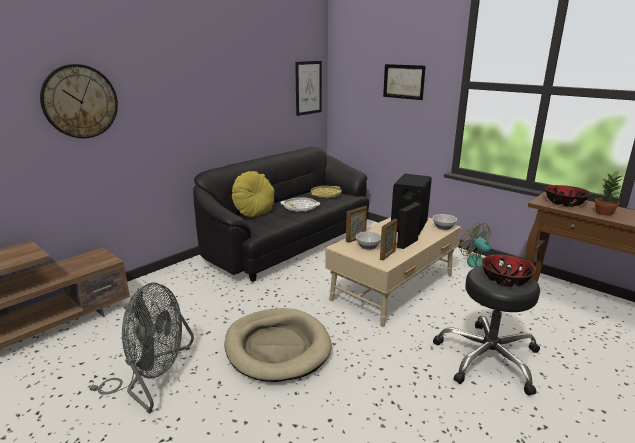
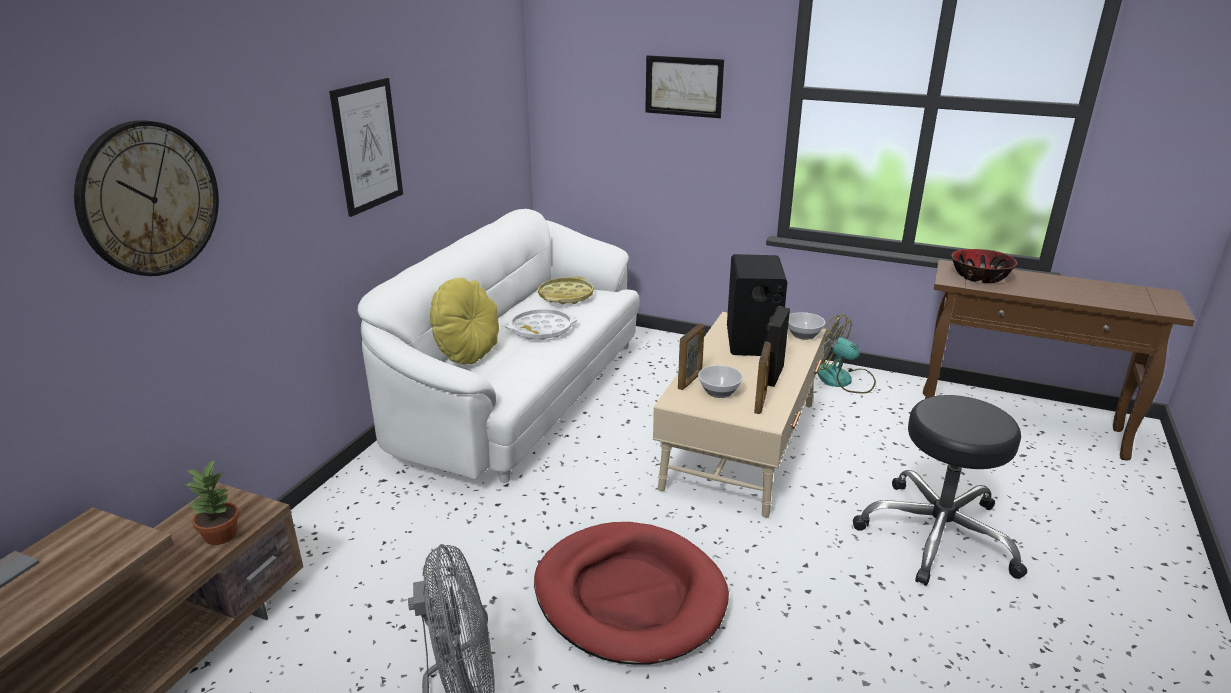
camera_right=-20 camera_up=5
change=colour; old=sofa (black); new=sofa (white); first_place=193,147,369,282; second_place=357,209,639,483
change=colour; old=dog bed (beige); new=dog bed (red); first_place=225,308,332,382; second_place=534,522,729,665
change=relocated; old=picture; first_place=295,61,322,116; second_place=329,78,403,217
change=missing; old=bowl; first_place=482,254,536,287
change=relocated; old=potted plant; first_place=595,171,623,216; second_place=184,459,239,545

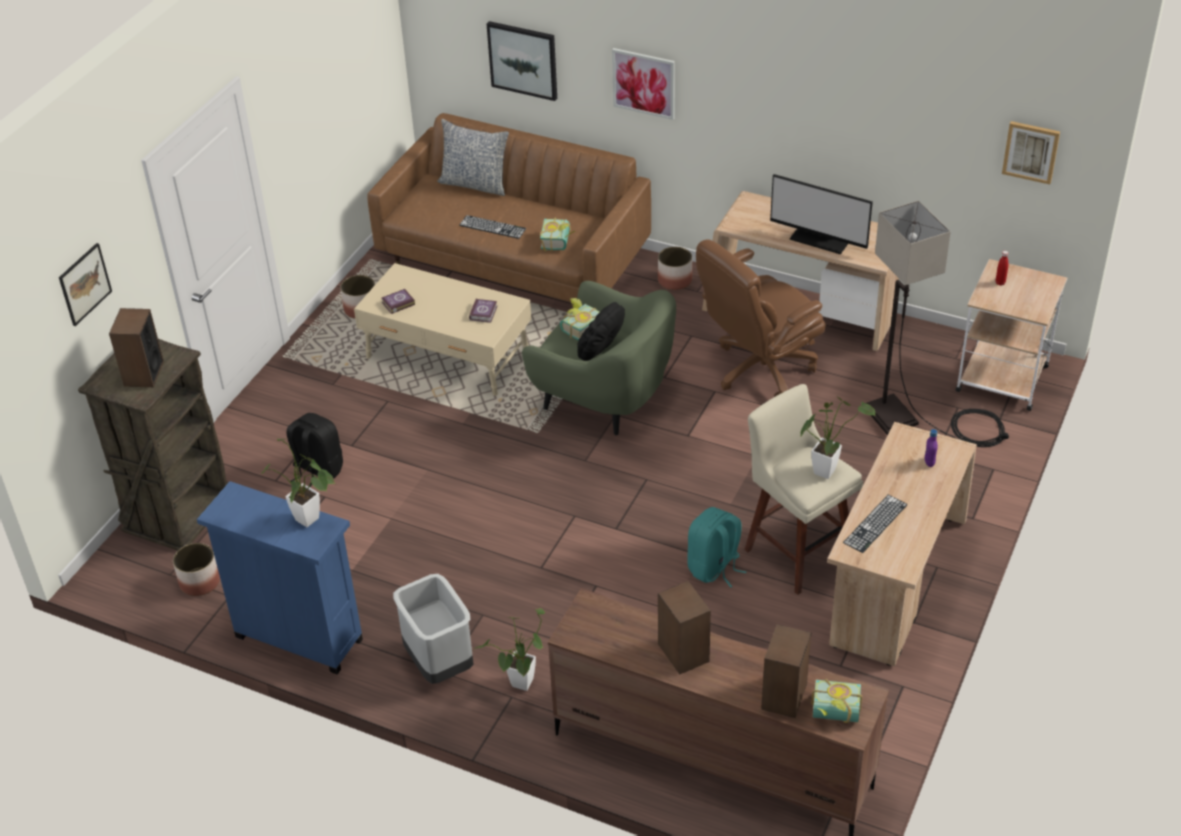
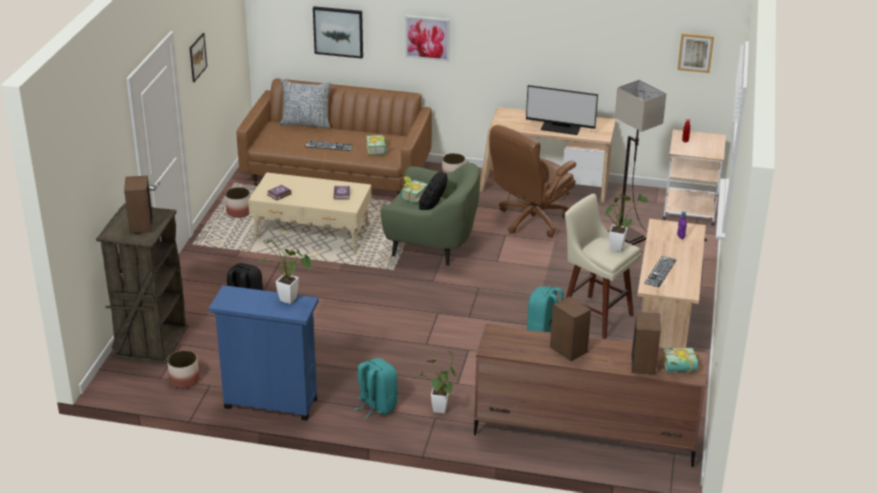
camera_right=-15 camera_up=-10
change=relocated; old=picture; first_place=59,243,112,326; second_place=190,33,207,82
change=exchanged; old=trash can (grey); new=backpack (turquoise); first_place=393,574,474,684; second_place=354,358,398,419

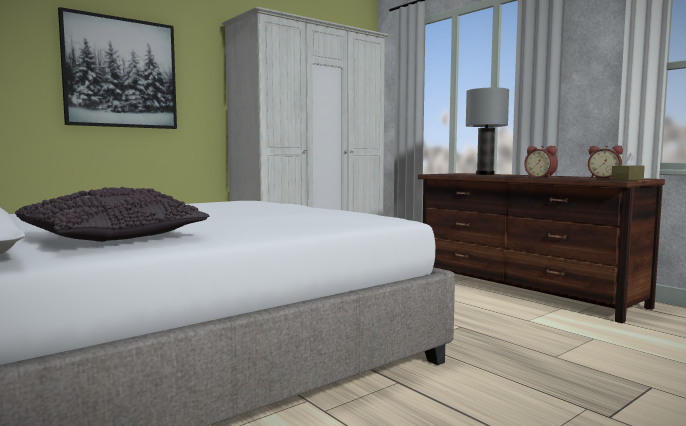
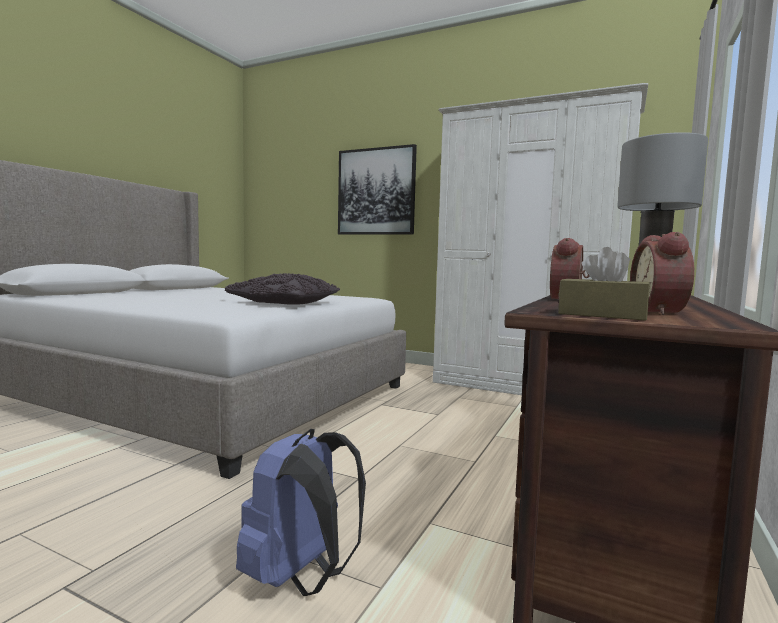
camera_right=65 camera_up=0
change=relocated; old=pillow (black); first_place=15,187,210,242; second_place=225,273,340,305
change=appeared; new=backpack (blue); second_place=236,429,366,596

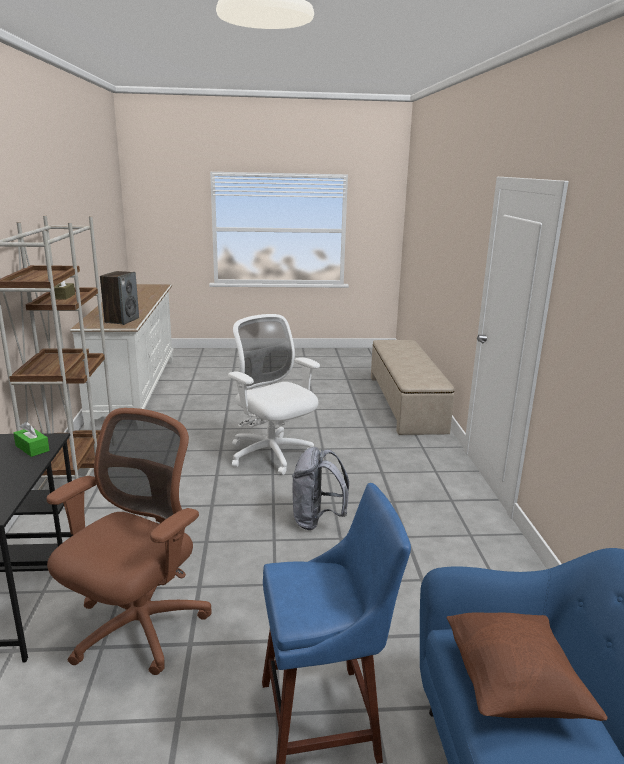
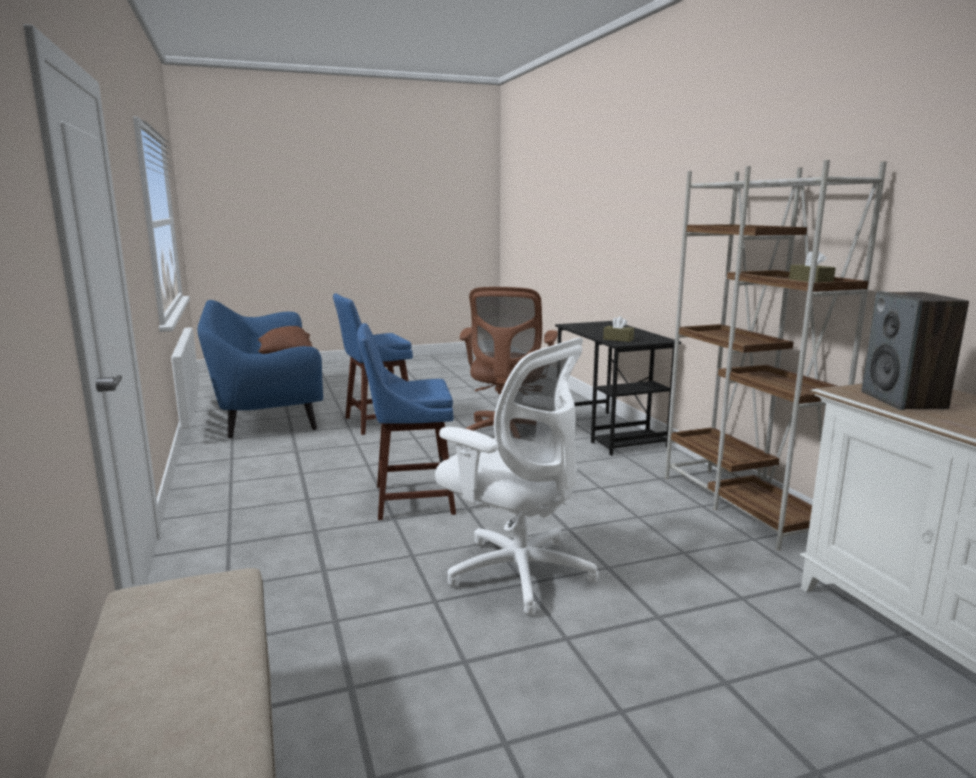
camera_right=165 camera_up=-5
change=colour; old=tissue box (green); new=tissue box (brown); first_place=14,421,50,457; second_place=603,316,634,342
change=exchanged; old=backpack (grey); new=chair (blue); first_place=292,447,349,530; second_place=357,323,456,520

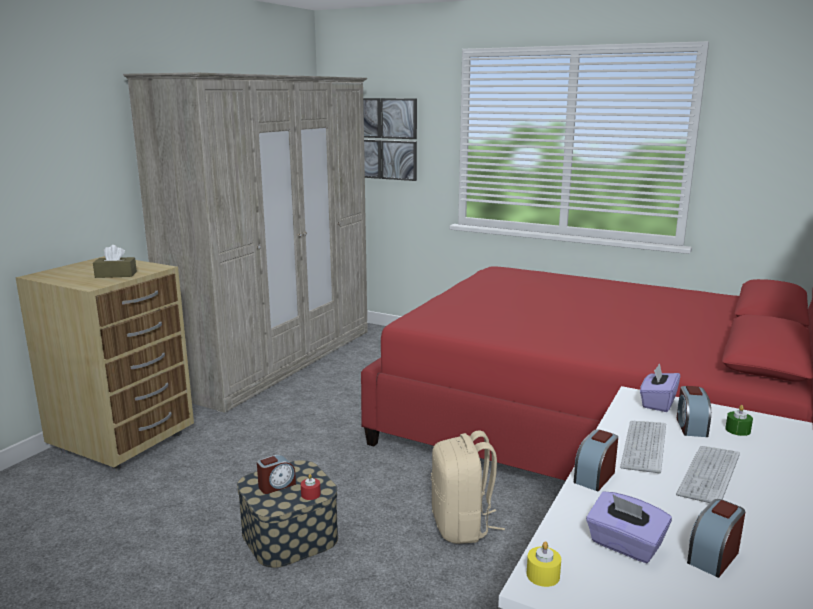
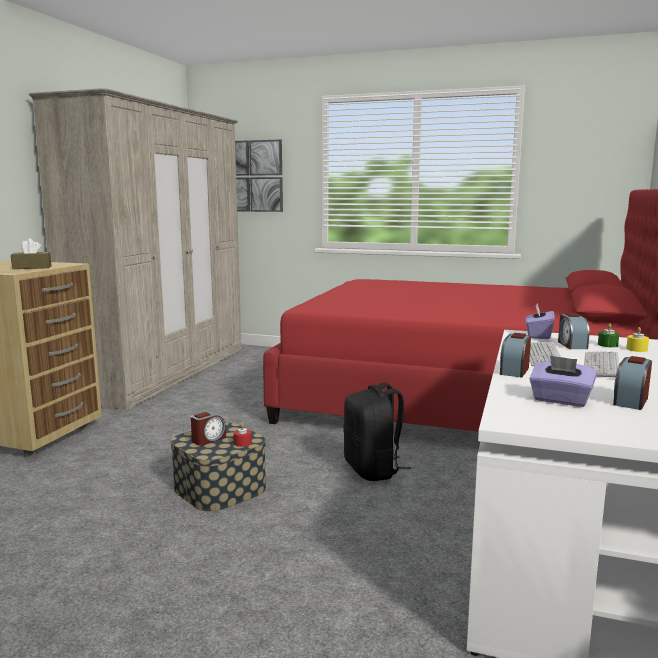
camera_right=-10 camera_up=-5
change=colour; old=backpack (beige); new=backpack (black); first_place=431,431,505,544; second_place=343,382,411,481
change=relocated; old=candle (yellow); first_place=527,541,561,587; second_place=626,327,649,352

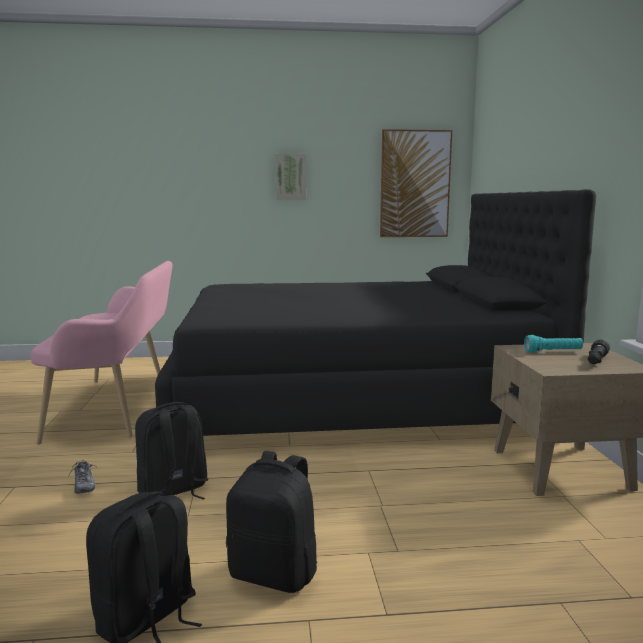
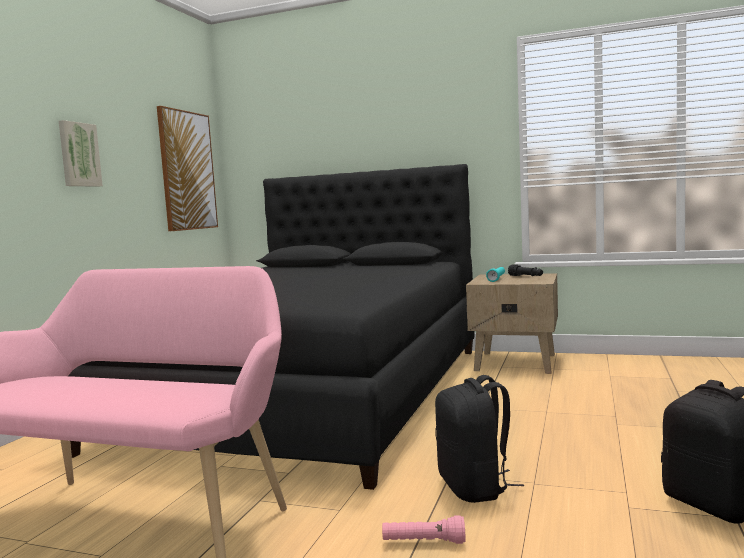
camera_right=-65 camera_up=-5
change=exchanged; old=shoe; new=flashlight (pink); first_place=69,460,96,494; second_place=382,515,466,544
change=missing; old=backpack (black); first_place=226,451,317,593

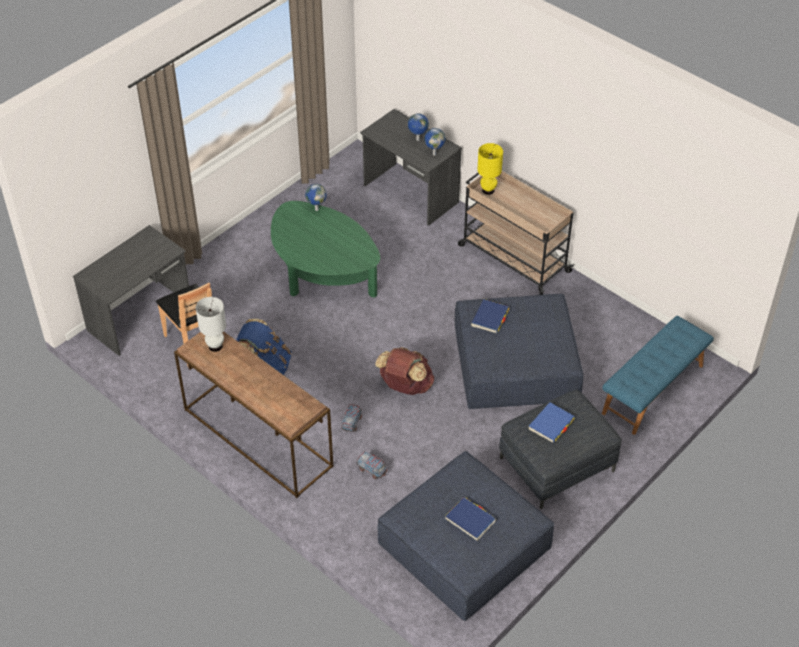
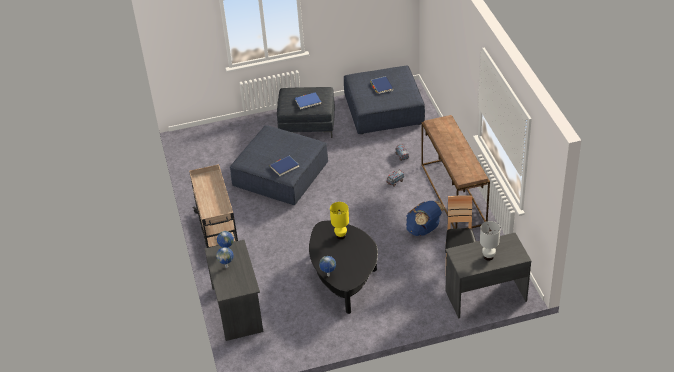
camera_right=-145 camera_up=-5
change=relocated; old=table lamp (white); first_place=196,297,226,352; second_place=480,221,500,261
change=colour; old=coffee table (green); new=coffee table (black); first_place=271,201,380,298; second_place=309,221,378,314
change=missing; old=backpack (brown); first_place=375,347,434,395
change=relocated; old=table lamp (yellow); first_place=477,143,503,195; second_place=330,202,349,239
change=missing; old=bench (blue); first_place=602,316,714,435

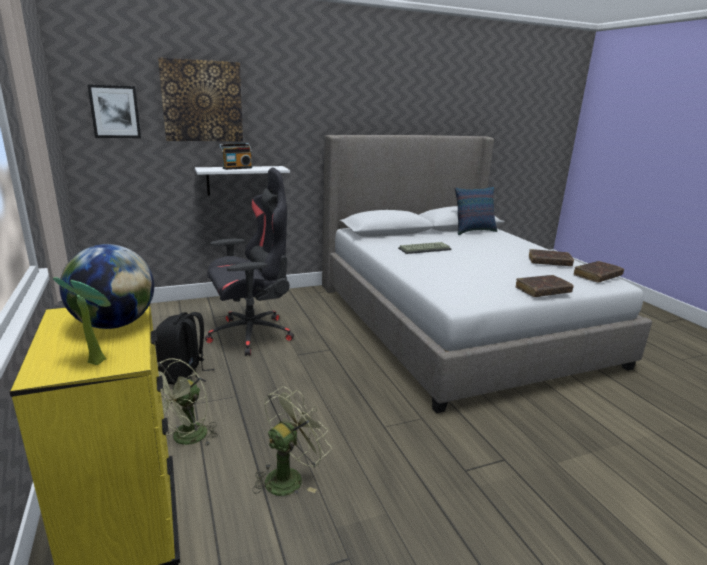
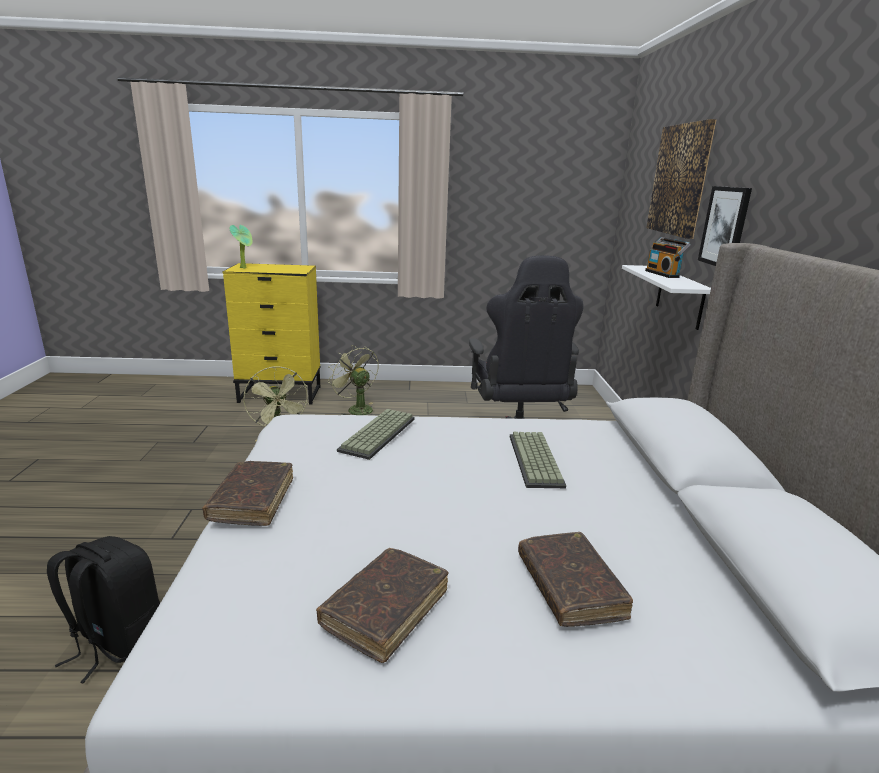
camera_right=110 camera_up=0
change=missing; old=globe; first_place=59,244,154,329
change=relocated; old=picture; first_place=87,84,141,138; second_place=698,186,752,266
change=relocated; old=backpack (black); first_place=155,312,214,385; second_place=47,536,160,684
change=missing; old=pillow (blue); first_place=455,187,497,235
change=relocated; old=book (brown); first_place=574,261,624,282; second_place=518,532,633,627
change=appeared; new=keyboard; second_place=337,409,415,460

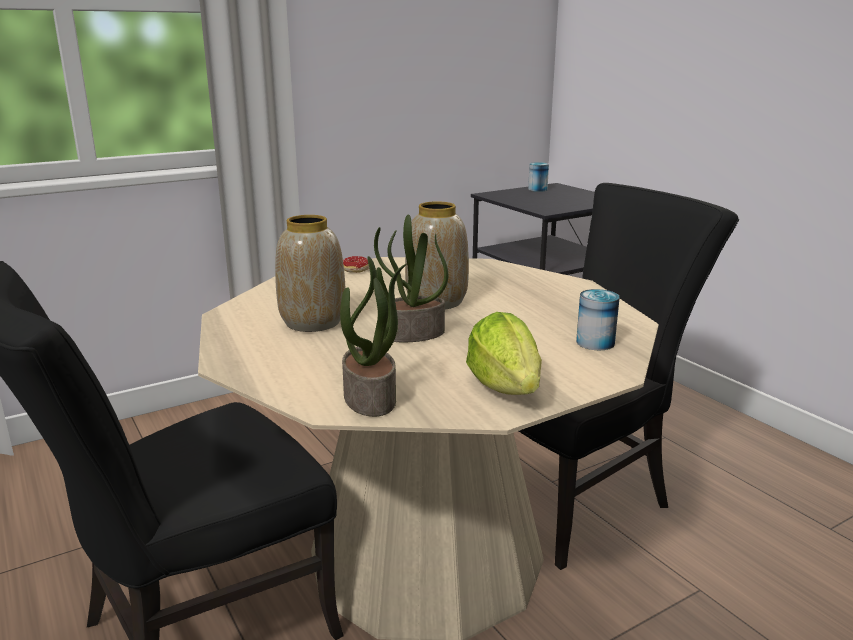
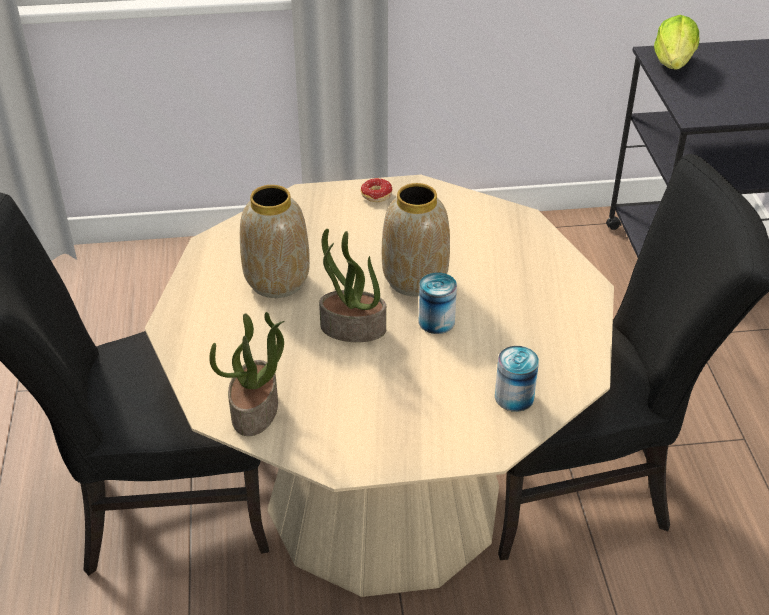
camera_right=25 camera_up=20
change=relocated; old=lettuce; first_place=466,312,542,395; second_place=654,15,699,70
change=relocated; old=can; first_place=528,162,549,192; second_place=419,273,457,334

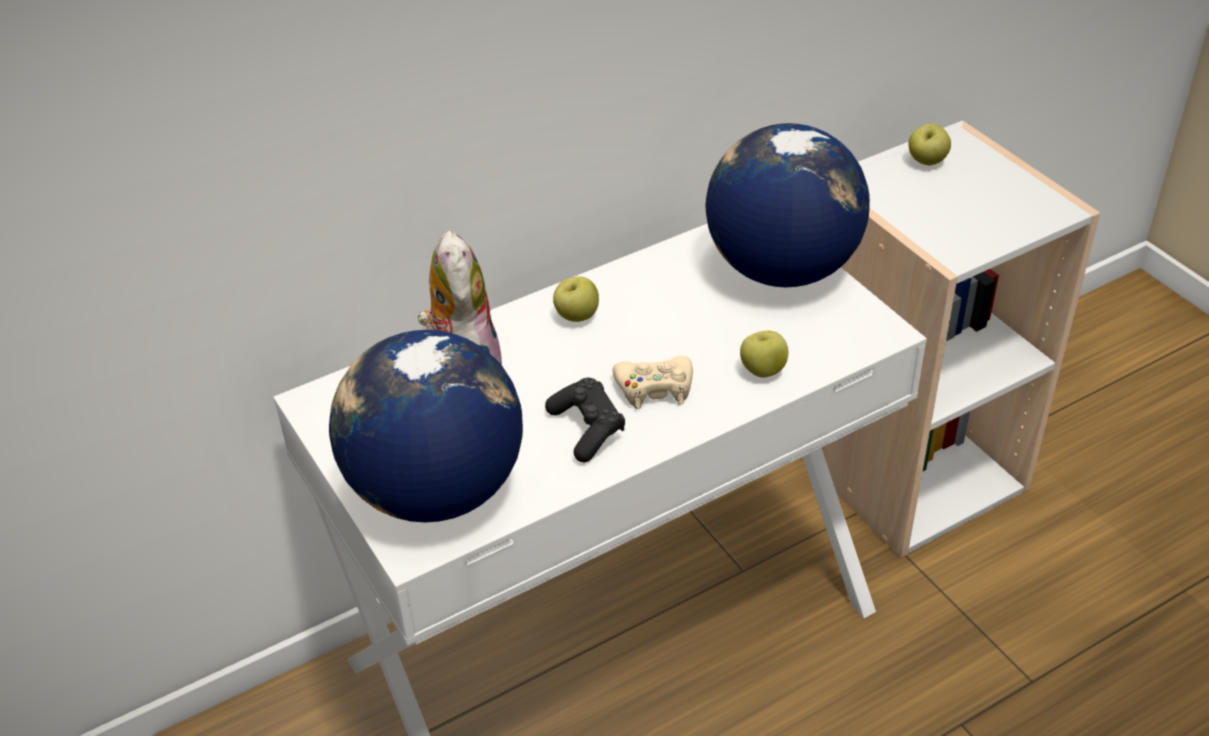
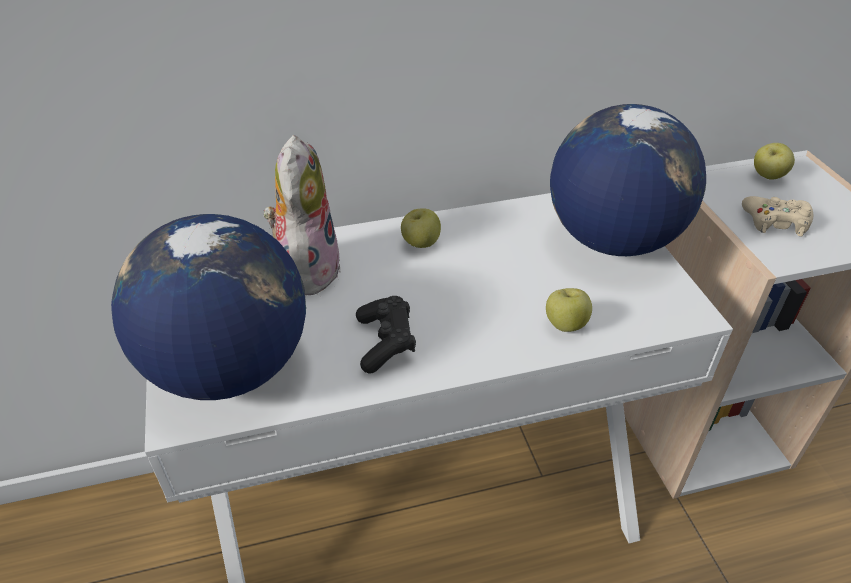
camera_right=15 camera_up=0
change=relocated; old=game controller (beige); first_place=613,356,693,409; second_place=742,196,813,236

